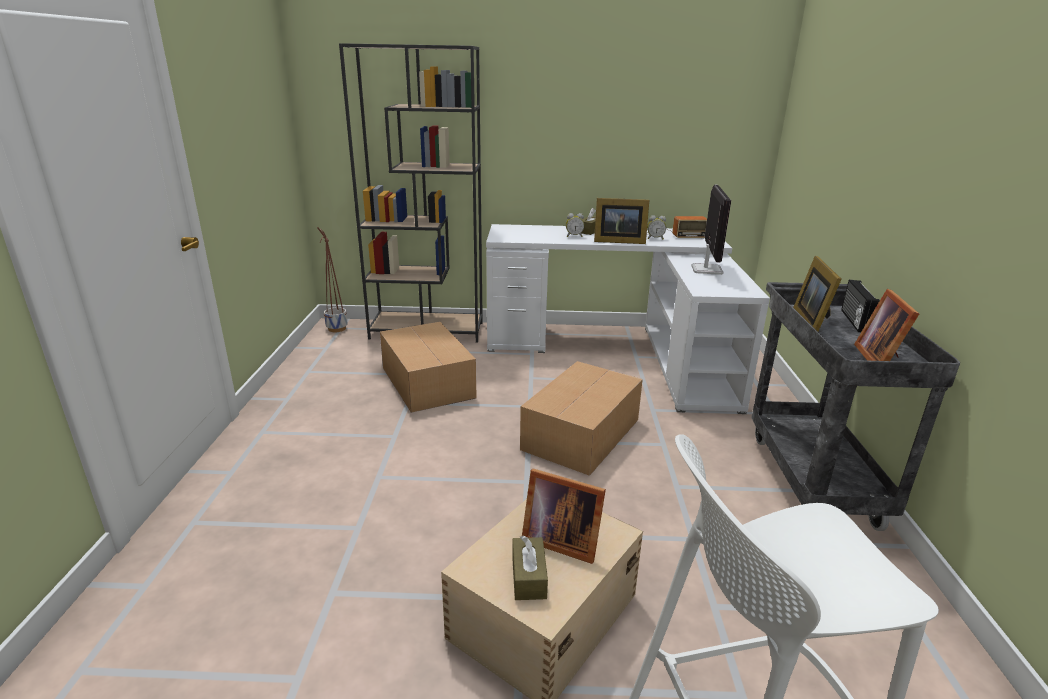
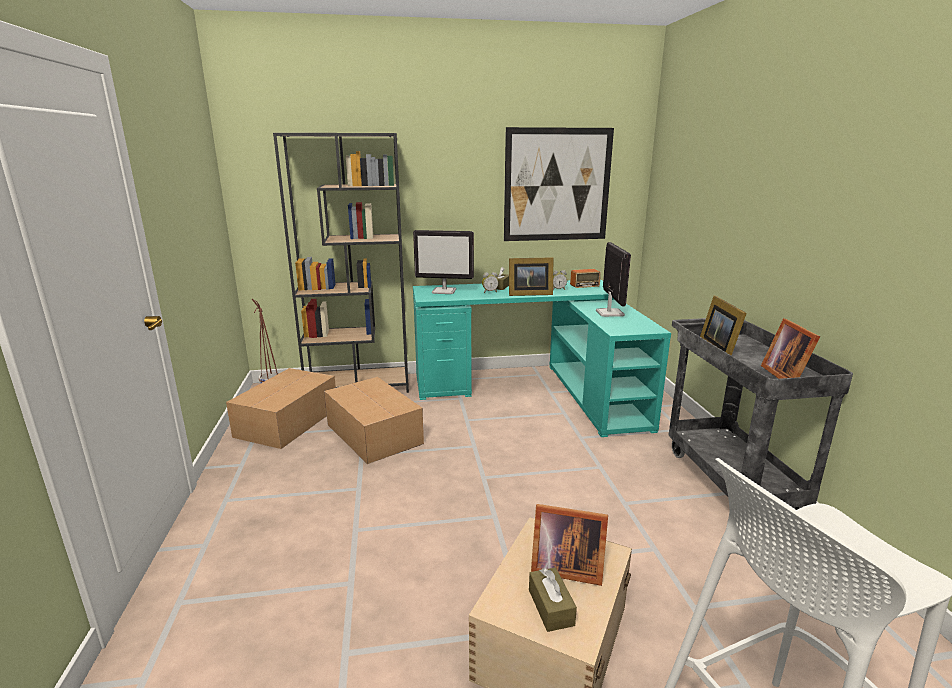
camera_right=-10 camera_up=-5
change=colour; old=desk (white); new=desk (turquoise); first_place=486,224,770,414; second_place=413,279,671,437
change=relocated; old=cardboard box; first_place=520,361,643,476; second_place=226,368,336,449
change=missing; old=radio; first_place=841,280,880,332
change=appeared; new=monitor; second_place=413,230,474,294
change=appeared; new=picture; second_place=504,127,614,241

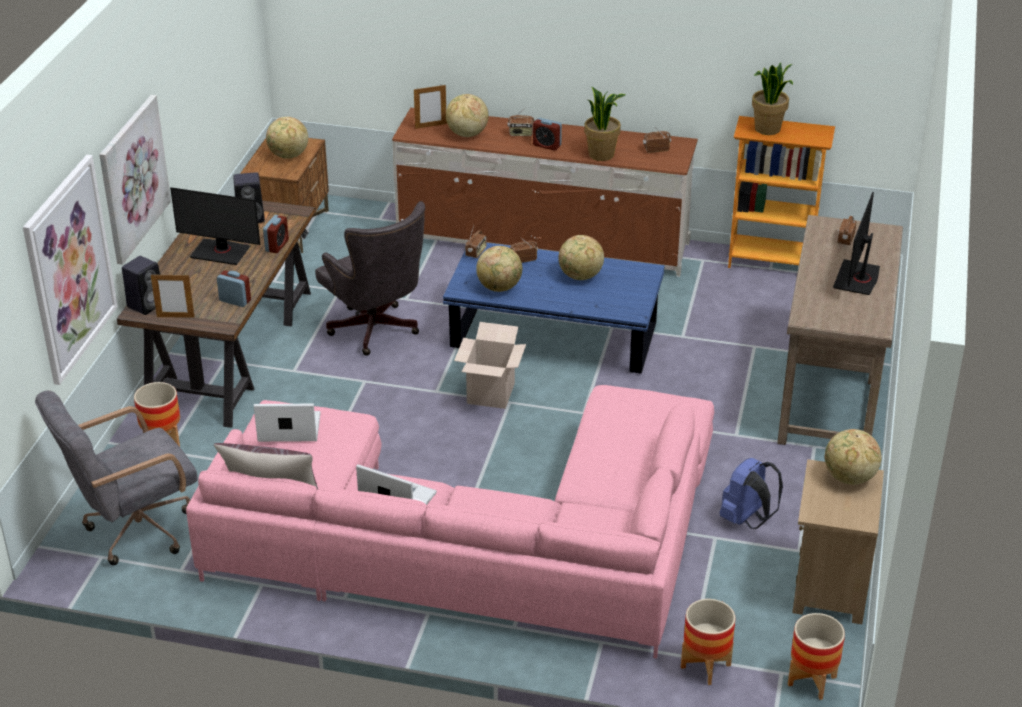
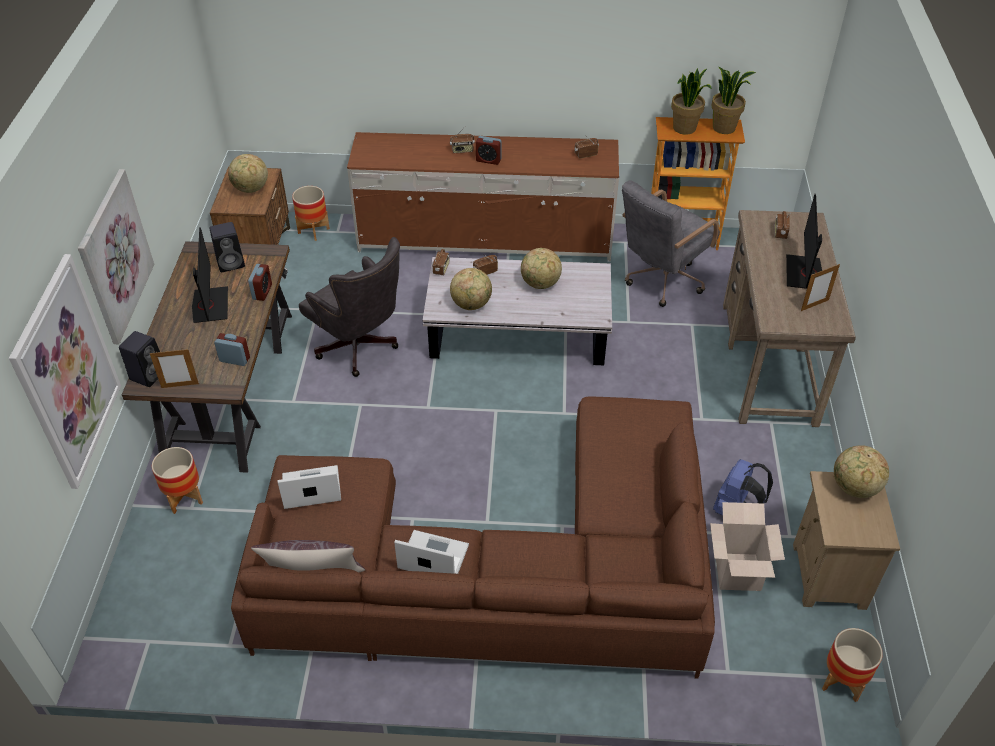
camera_right=-10 camera_up=10
change=relocated; old=office chair (grey); first_place=35,391,197,565; second_place=622,180,720,307
change=spun; old=monitor; first_place=170,187,260,265; second_place=192,227,228,323; degrees=-105
change=colour; old=sofa (pink); new=sofa (brown); first_place=186,385,714,659; second_place=231,396,715,679
change=relocated; old=picture frame; first_place=414,84,447,129; second_place=801,264,840,311
change=colour; old=coffee table (blue); new=coffee table (white); first_place=443,243,665,374; second_place=423,257,612,365
change=missing; old=globe; first_place=446,94,489,137
change=relocated; old=cardboard box; first_place=454,322,526,409; second_place=710,502,785,591
change=relocated; old=potted plant; first_place=584,87,626,161; second_place=711,66,756,134
change=relocated; old=planter; first_place=681,599,735,685; second_place=292,186,330,241

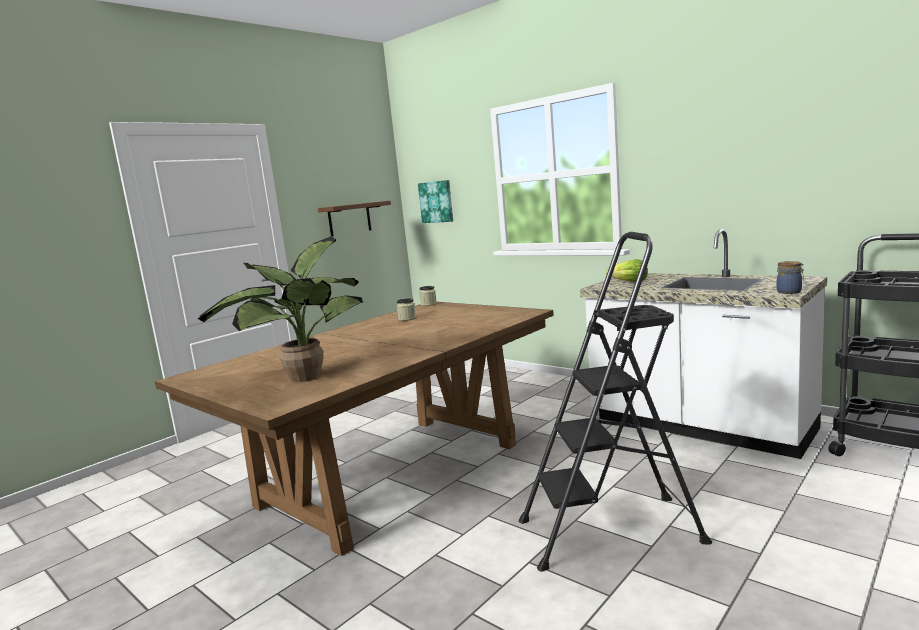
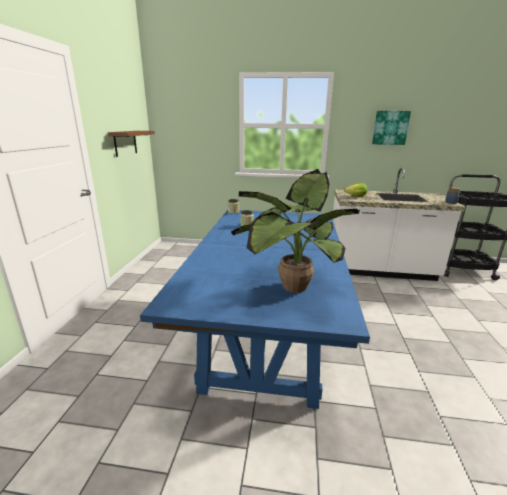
camera_right=-35 camera_up=10
change=colour; old=dining table (brown); new=dining table (blue); first_place=155,302,554,556; second_place=140,210,370,409
change=relocated; old=picture; first_place=418,180,453,223; second_place=372,111,411,145
change=missing; old=step ladder; first_place=519,232,712,572

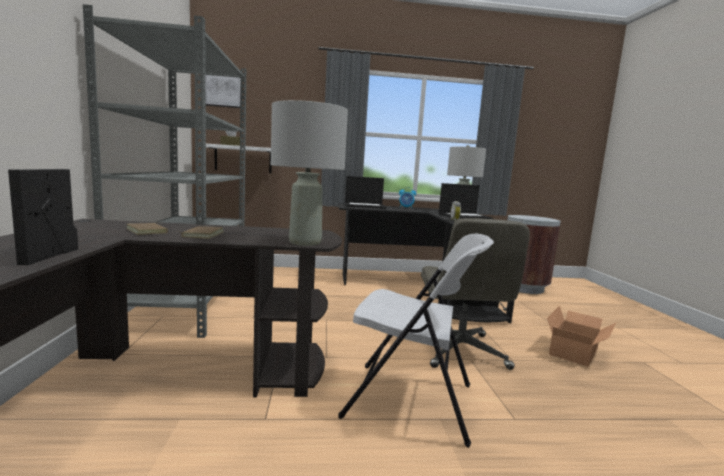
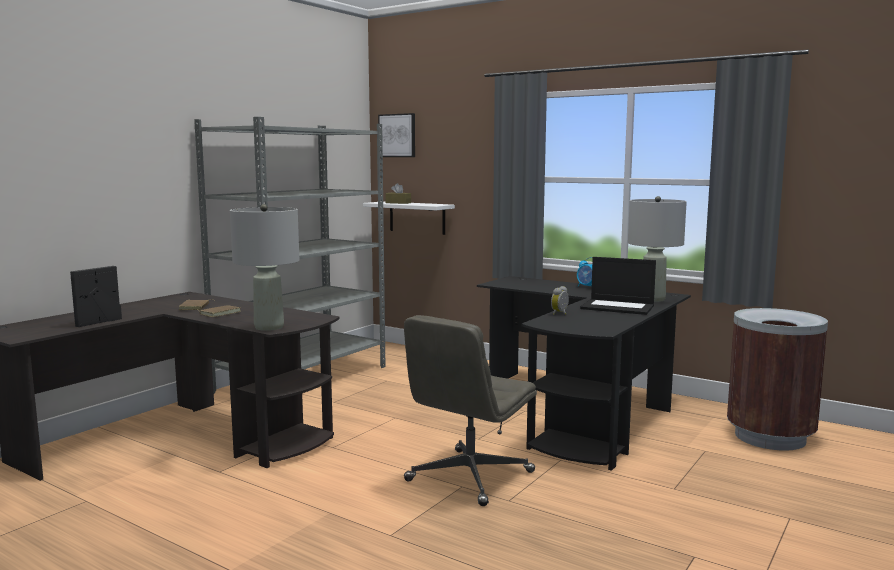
camera_right=40 camera_up=0
change=missing; old=chair (white); first_place=338,234,494,448
change=missing; old=laptop; first_place=345,176,386,209
change=missing; old=cardboard box; first_place=547,306,616,367

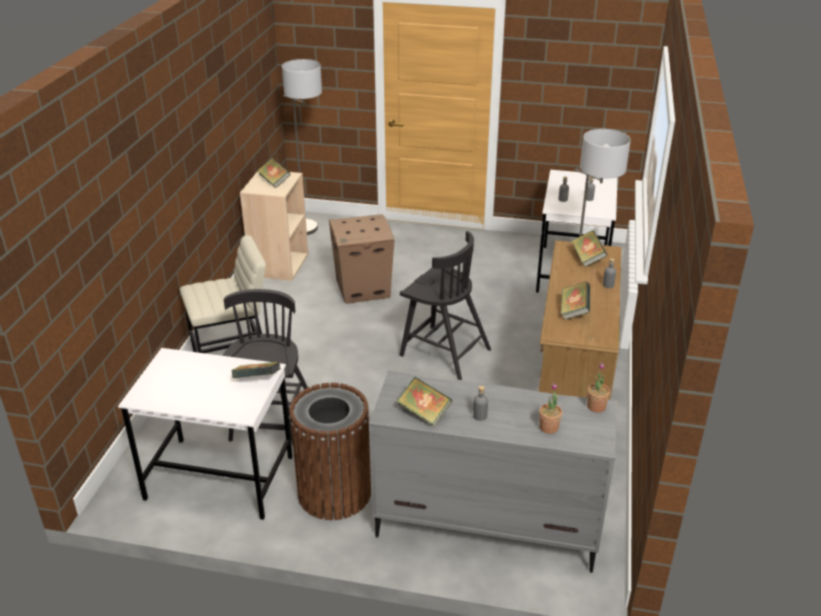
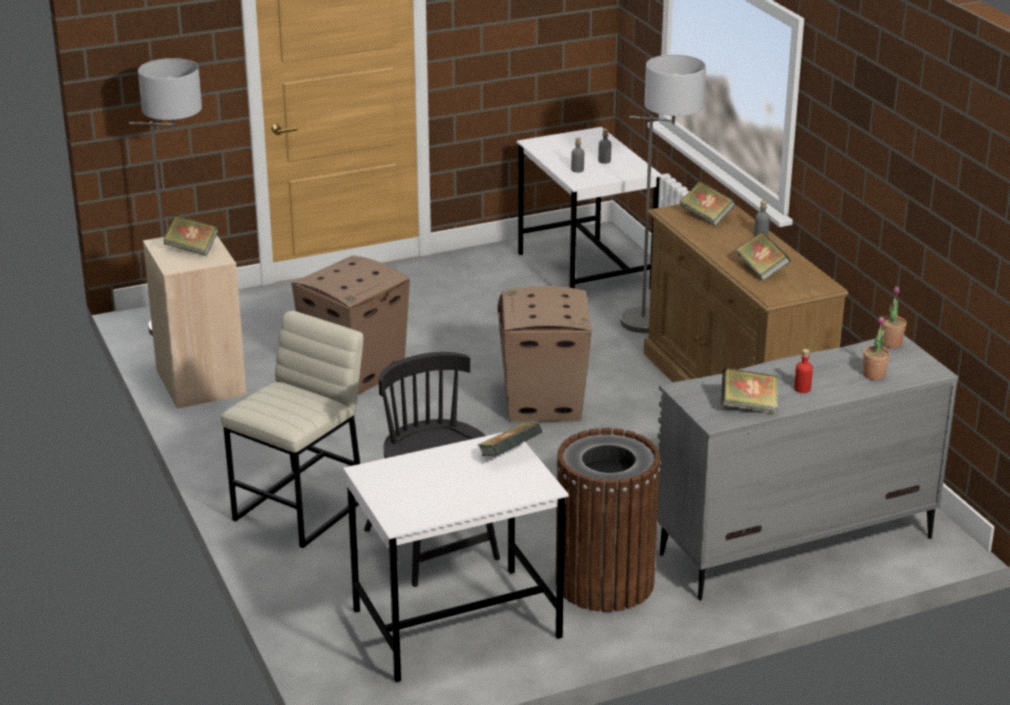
camera_right=-35 camera_up=-5
change=exchanged; old=chair (black); new=cardboard box; first_place=400,231,491,380; second_place=497,286,592,422
change=colour; old=bottle (grey); new=bottle (red); first_place=473,386,488,421; second_place=794,349,813,393

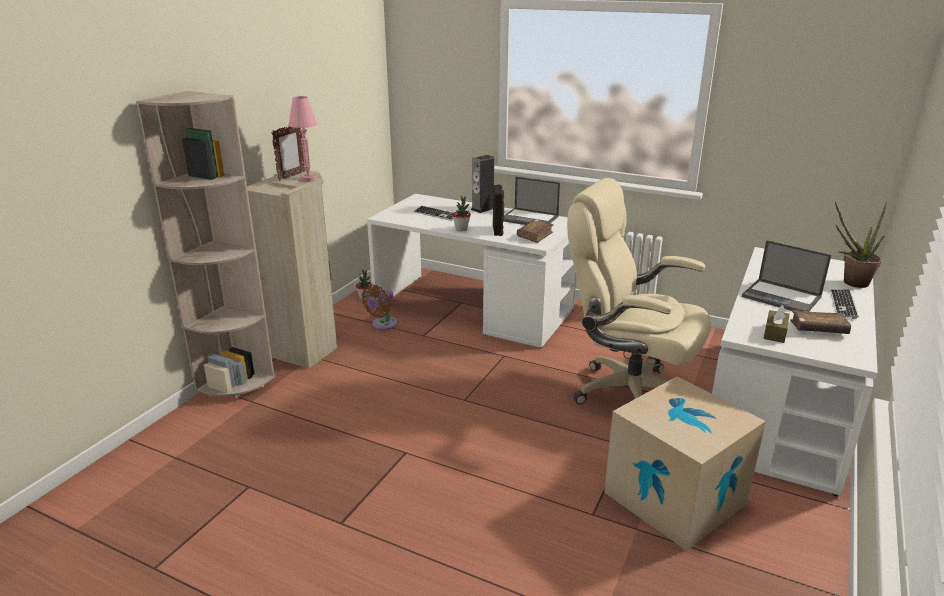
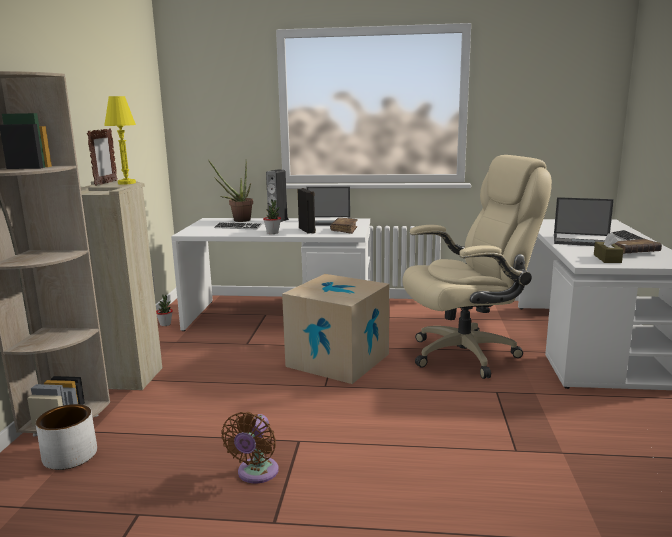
camera_right=-20 camera_up=-10
change=colour; old=table lamp (pink); new=table lamp (yellow); first_place=288,96,318,181; second_place=104,96,136,185
change=relocated; old=fan (brown); first_place=362,285,398,330; second_place=221,412,279,484
change=spun; old=office chair (beige); first_place=567,178,711,404; second_place=402,155,552,379; degrees=150
change=relocated; old=cardboard box; first_place=604,376,766,551; second_place=282,274,389,384
change=relocated; old=potted plant; first_place=835,201,887,288; second_place=208,159,253,222
change=appeared; new=planter (white); second_place=36,404,97,470

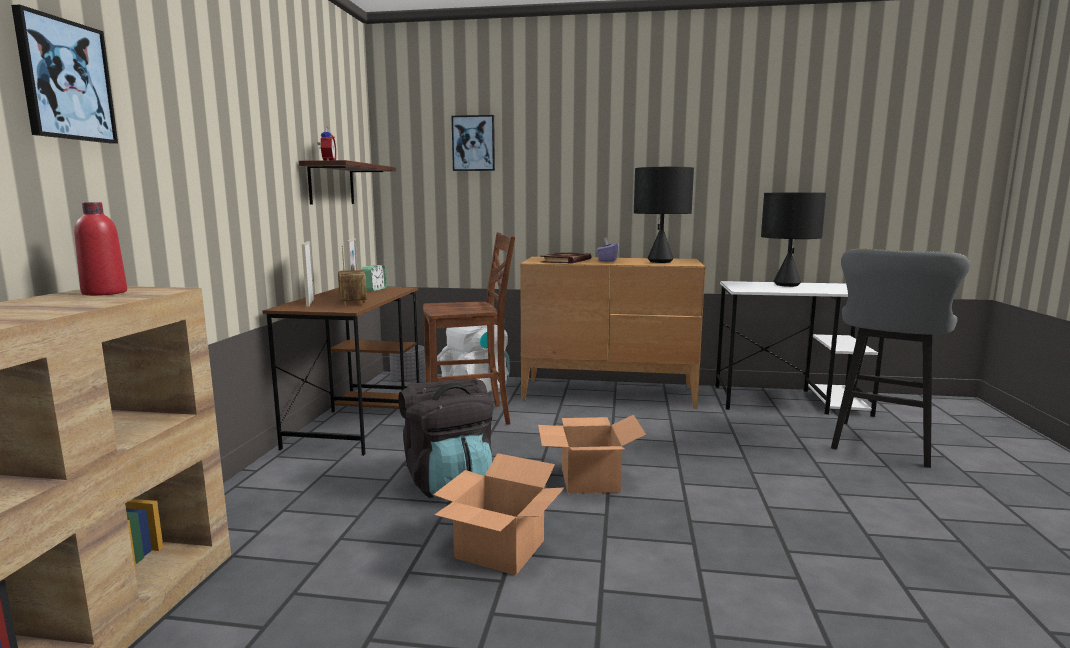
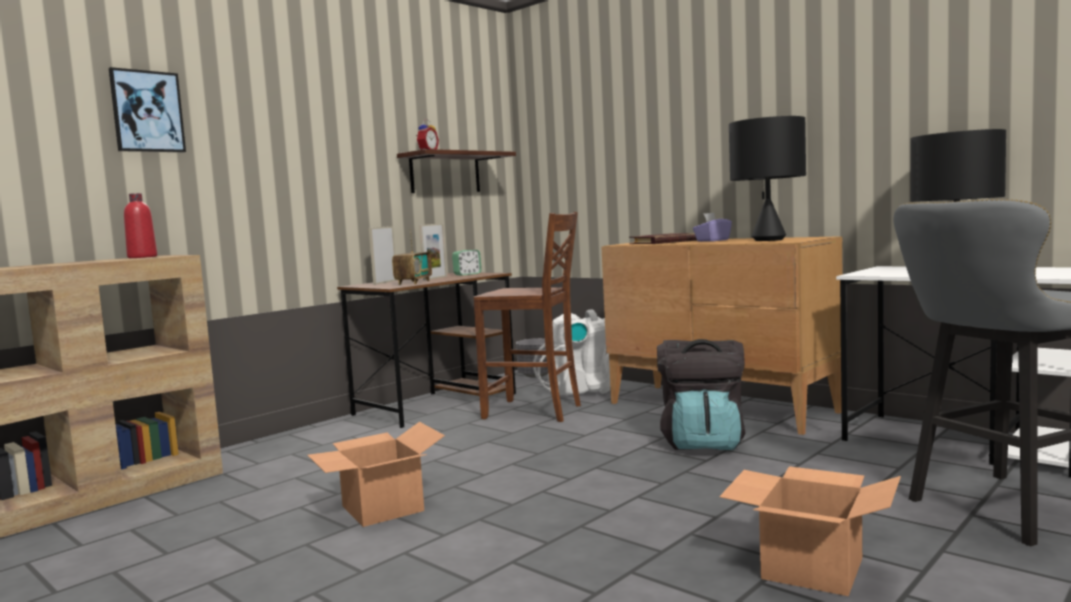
camera_right=35 camera_up=-5
change=relocated; old=backpack (black); first_place=399,378,494,498; second_place=657,339,745,450
change=missing; old=picture; first_place=451,115,495,171
change=relocated; old=cardboard box; first_place=538,415,646,494; second_place=719,466,901,596

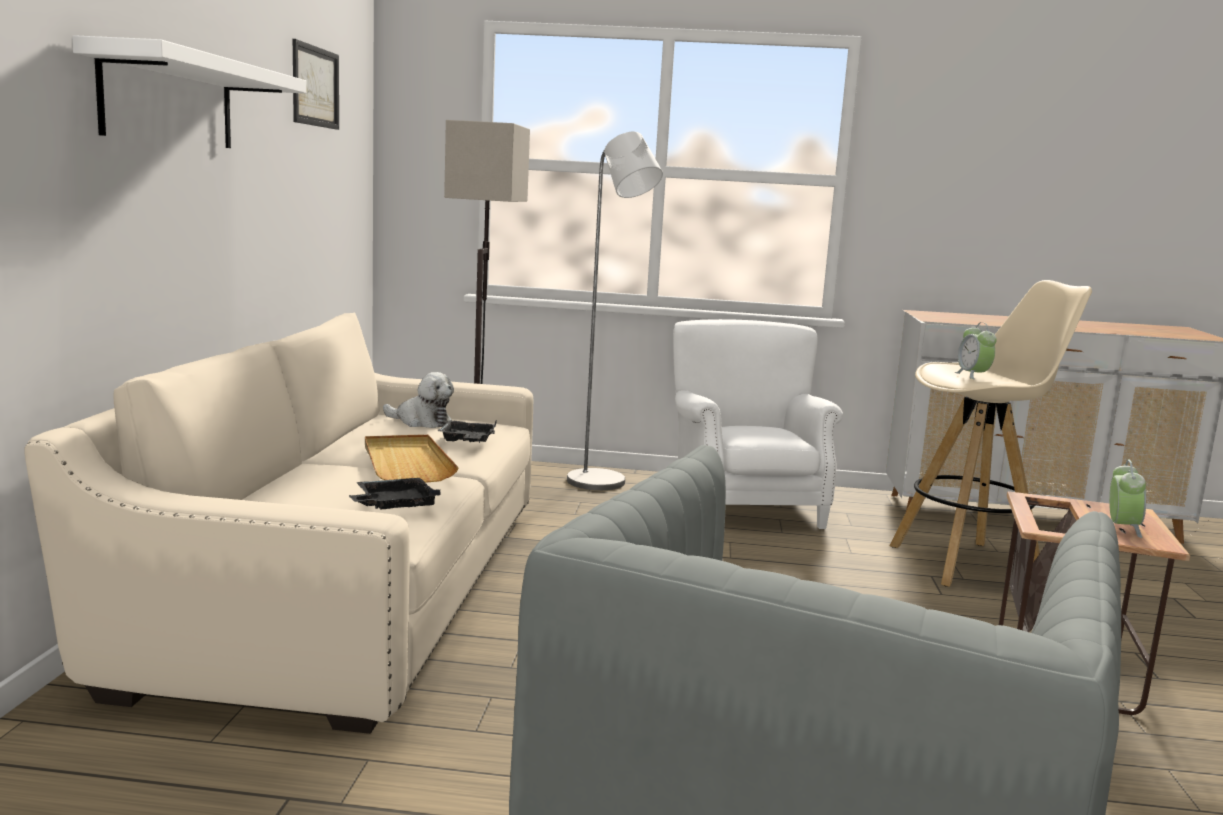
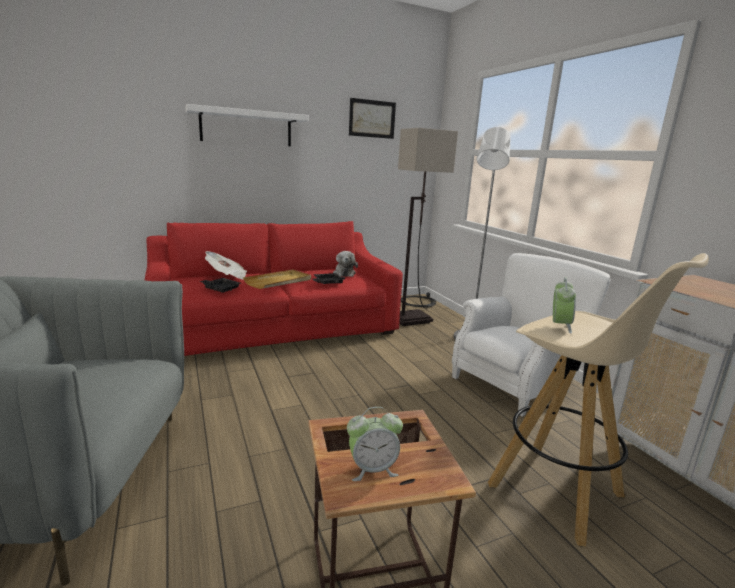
camera_right=60 camera_up=5
change=colour; old=sofa (beige); new=sofa (red); first_place=25,312,533,734; second_place=145,221,403,356
change=spun; old=alarm clock; first_place=955,322,997,379; second_place=553,277,576,333; degrees=150
change=appeared; new=newspaper; second_place=205,251,247,280

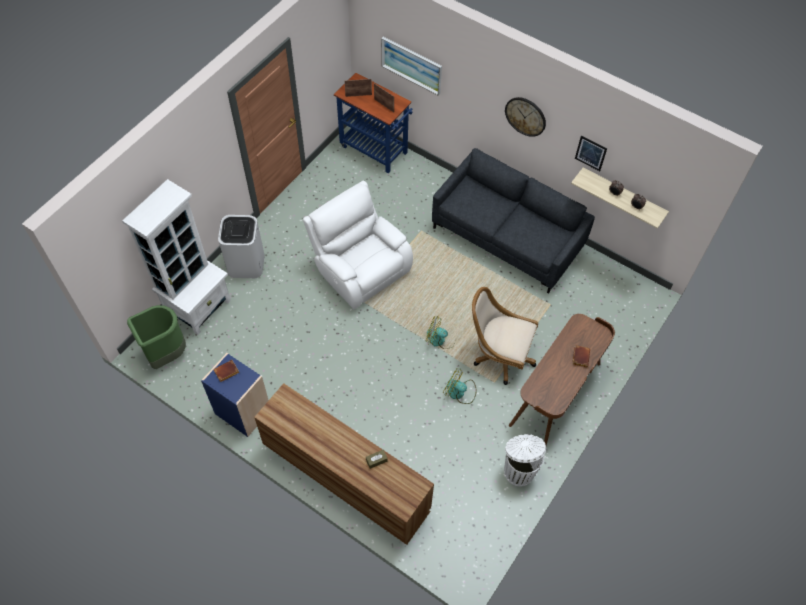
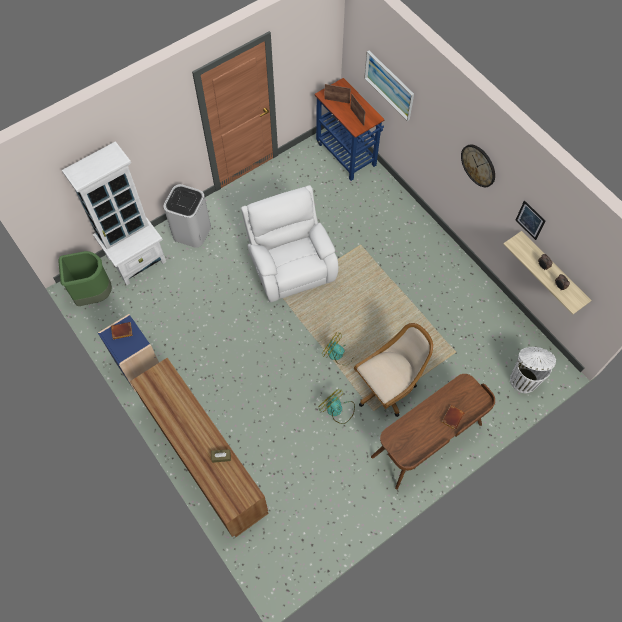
camera_right=20 camera_up=5
change=missing; old=sofa (grey); first_place=432,148,595,294
change=spun; old=office chair; first_place=472,287,538,385; second_place=354,323,433,417; degrees=105
change=relocated; old=trash can (white); first_place=504,434,546,487; second_place=510,347,556,393

